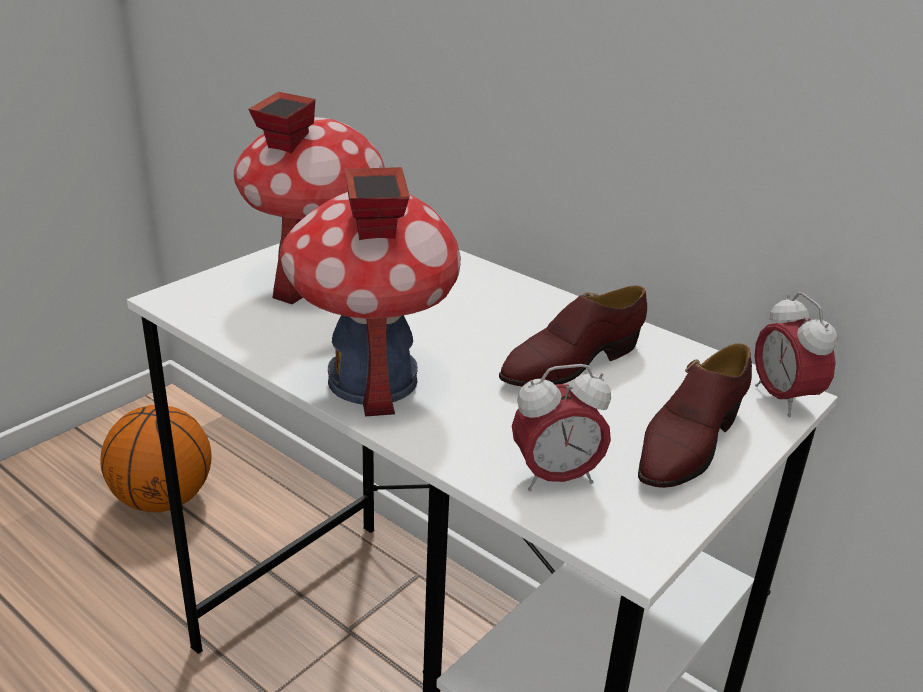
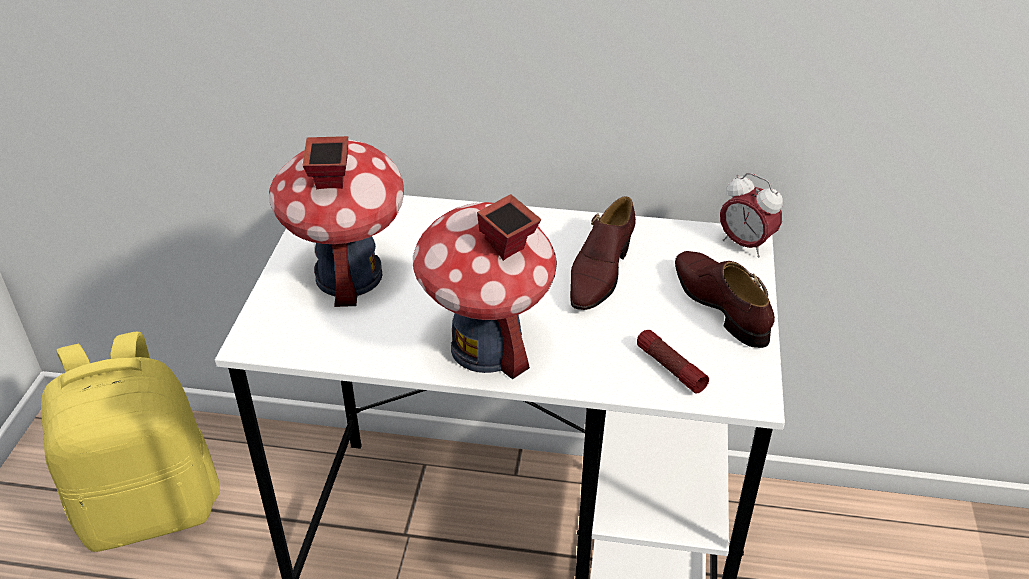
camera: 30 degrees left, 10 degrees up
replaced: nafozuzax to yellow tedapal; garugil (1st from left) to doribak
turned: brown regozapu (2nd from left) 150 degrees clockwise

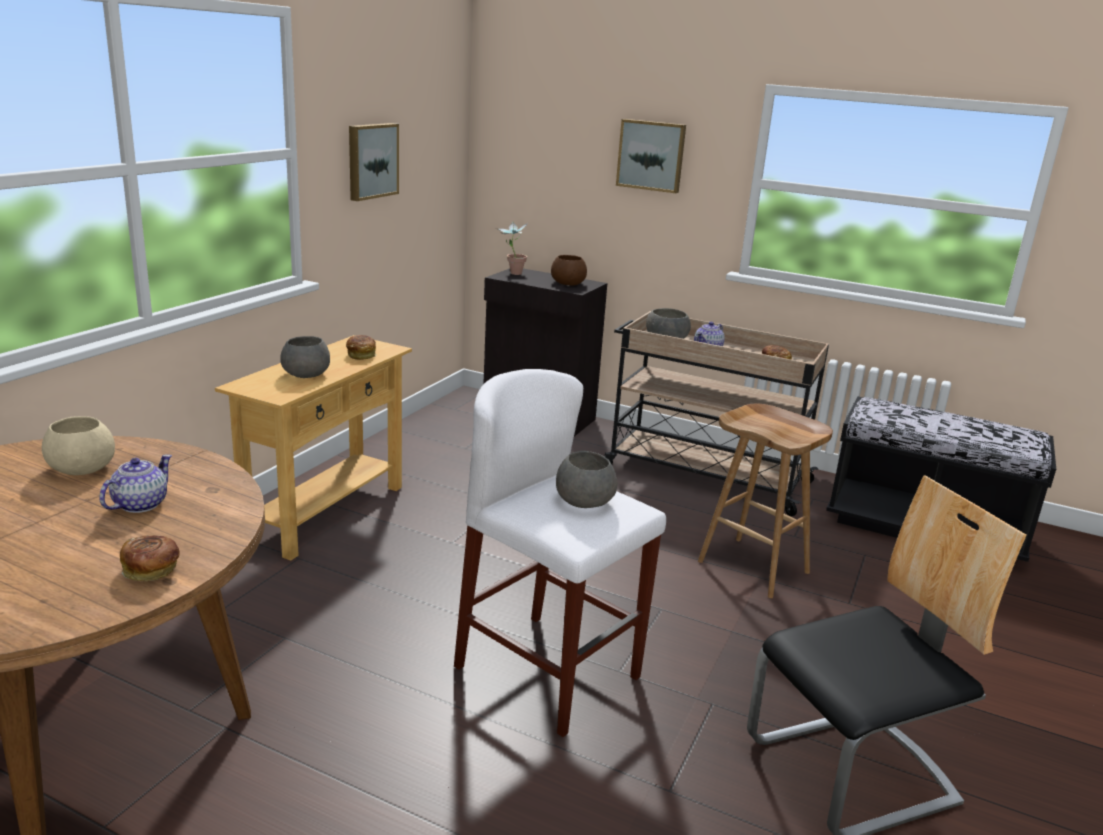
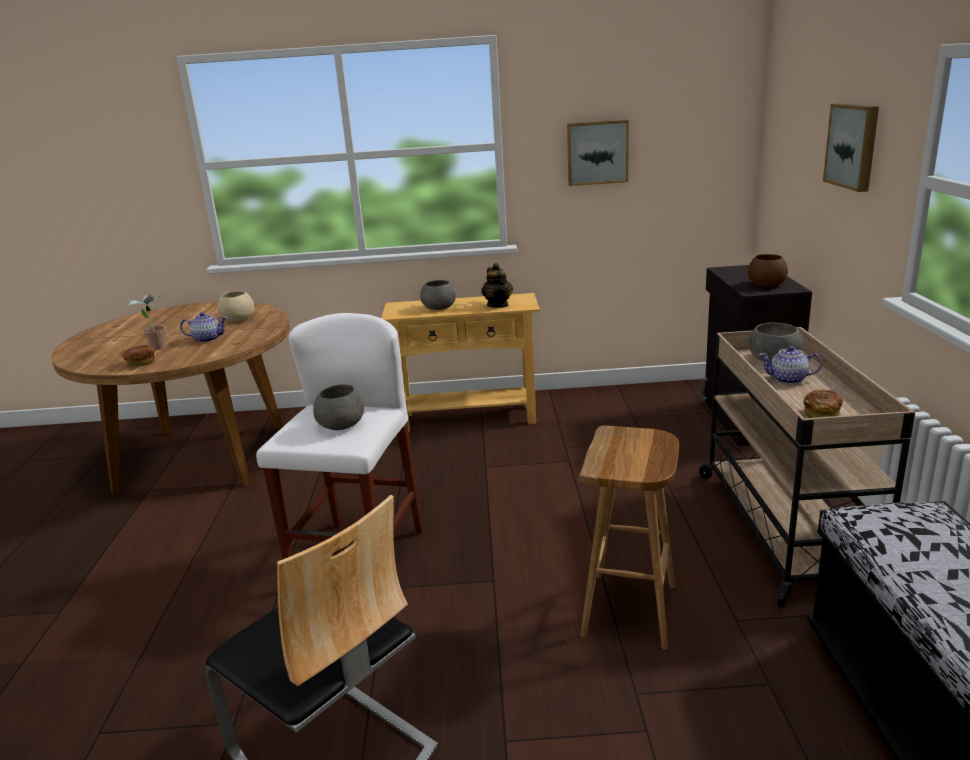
camera: 65 degrees right, 0 degrees up
moved: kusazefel
replaced: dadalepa (2nd from left) to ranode (2nd from left)

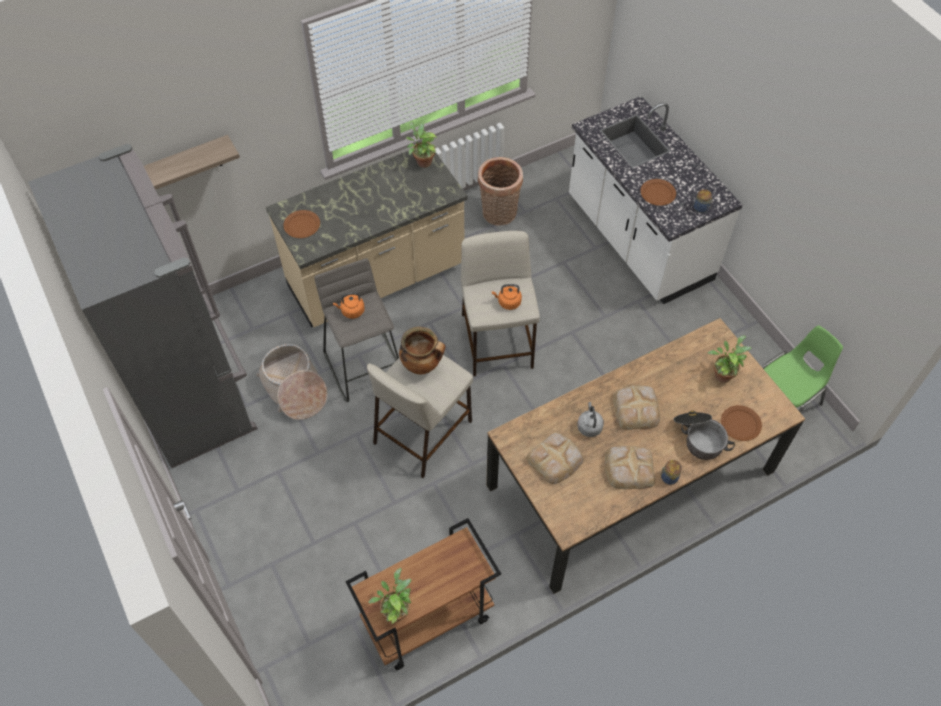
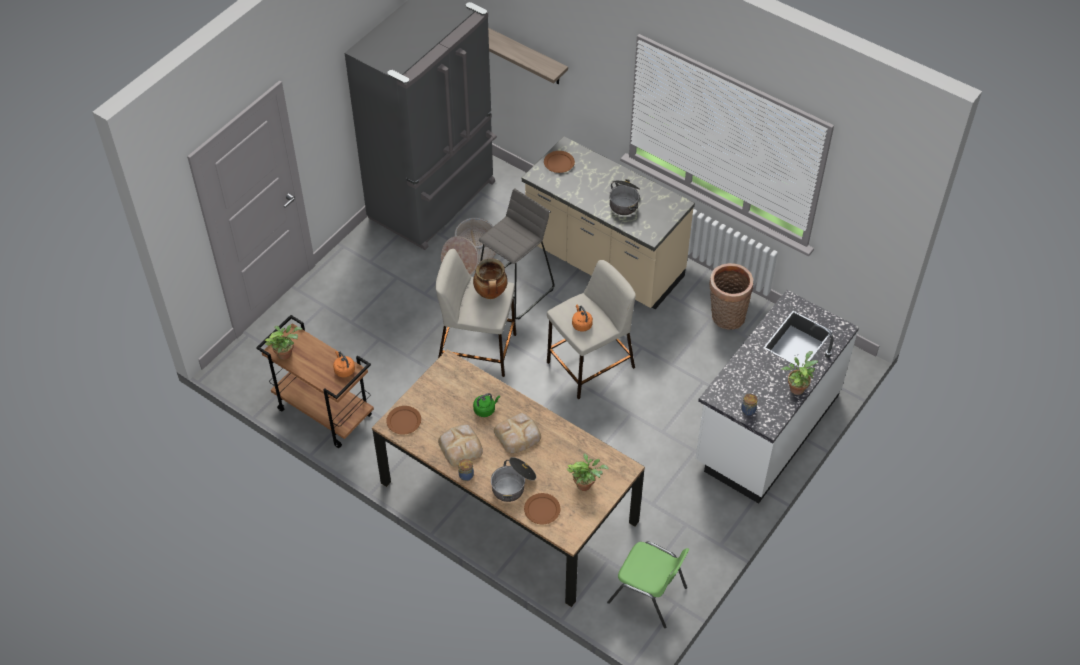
camera: 65 degrees right, 5 degrees down
removed: dadalepa (1st from left)
added: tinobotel (3rd from left)
moved: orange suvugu (1st from left); kusazefel (2nd from left in the first image) to kusazefel (3rd from left); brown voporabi (2nd from left in the first image) to brown voporabi (1st from left)
recoloured: grey suvugu to green suvugu

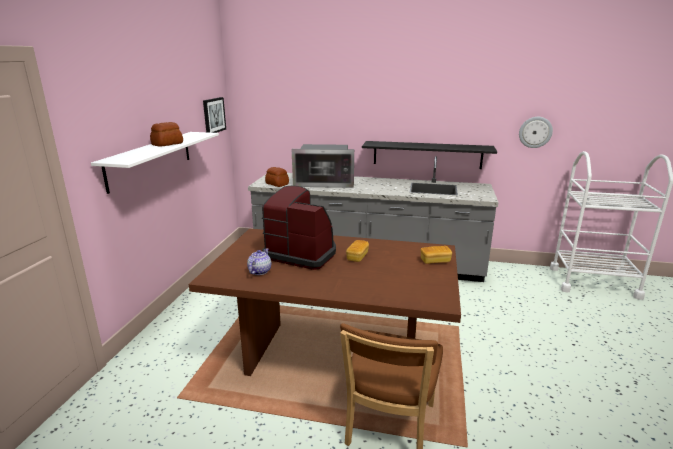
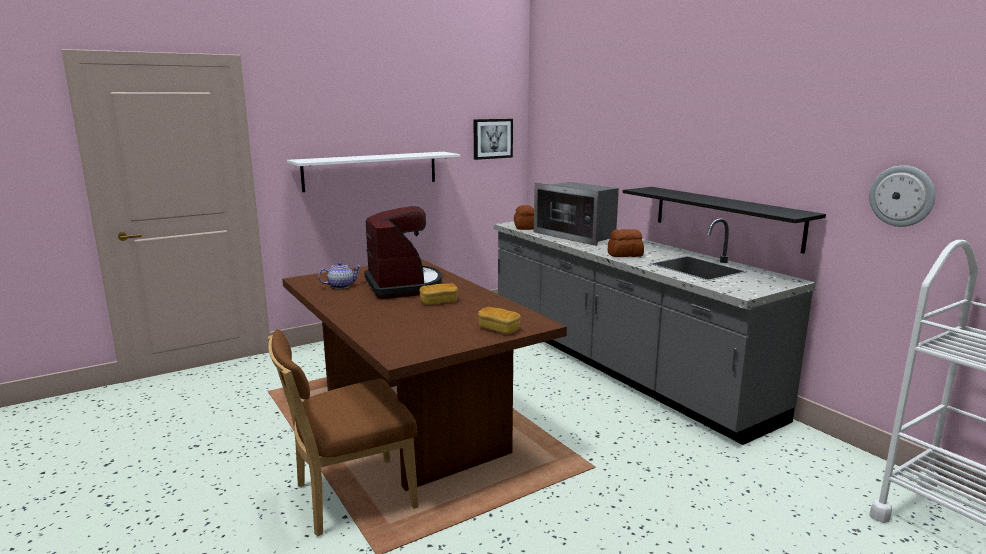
camera: 45 degrees right, 5 degrees down
moved: dadalepa (1st from left in the first image) to dadalepa (4th from left)

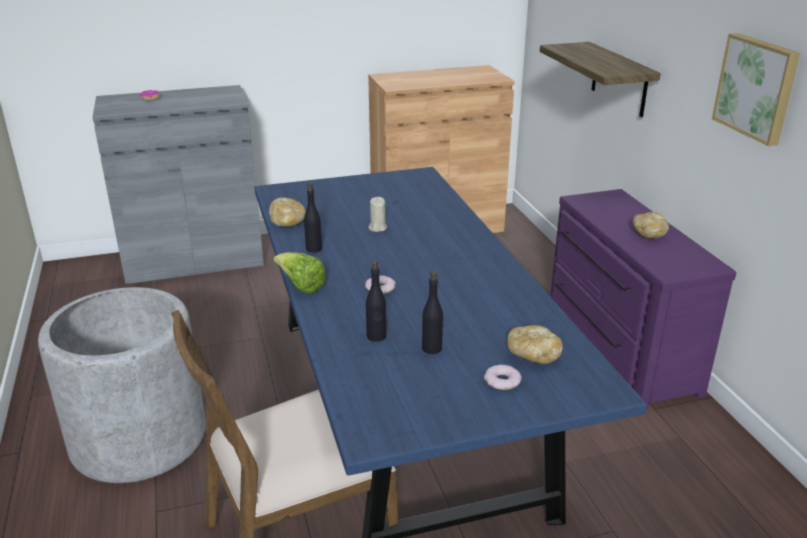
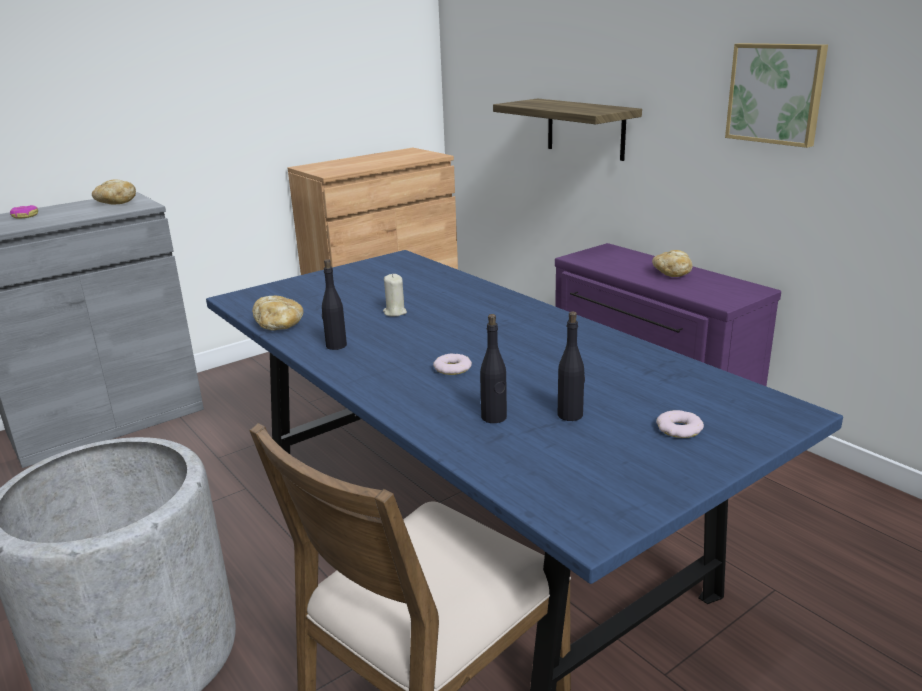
camera: 20 degrees left, 5 degrees down
removed: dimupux
moved: dadalepa (2nd from left in the first image) to dadalepa (1st from left)

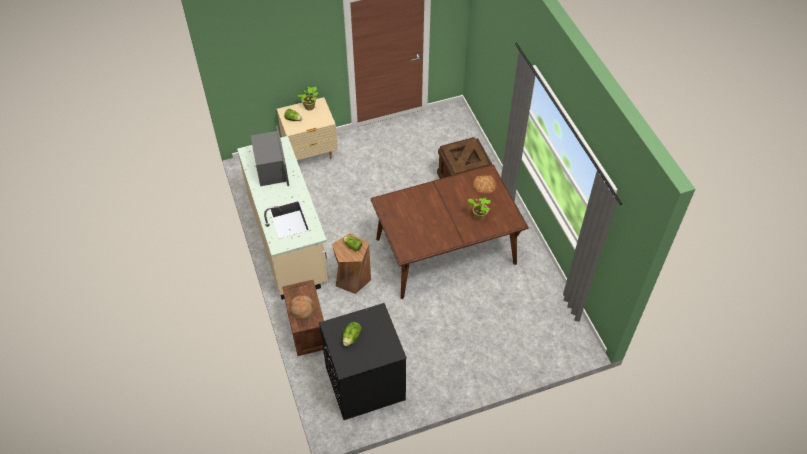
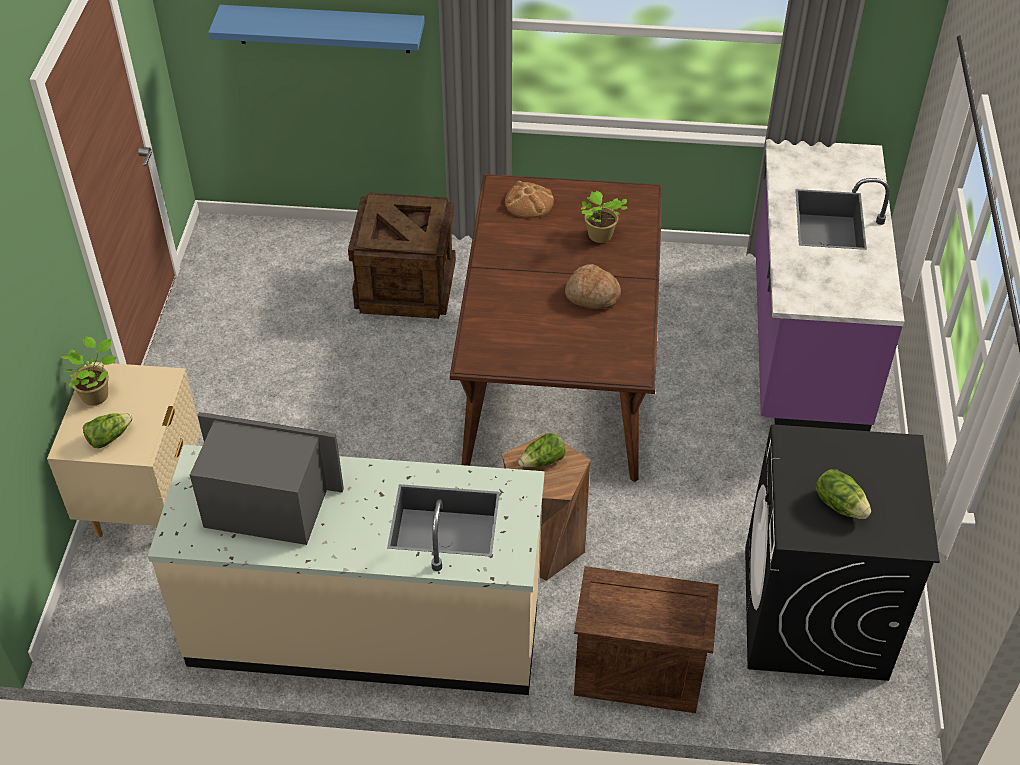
camera: 65 degrees left, 5 degrees down
added: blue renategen; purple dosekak
moved: dadalepa (1st from left in the first image) to dadalepa (2nd from left)

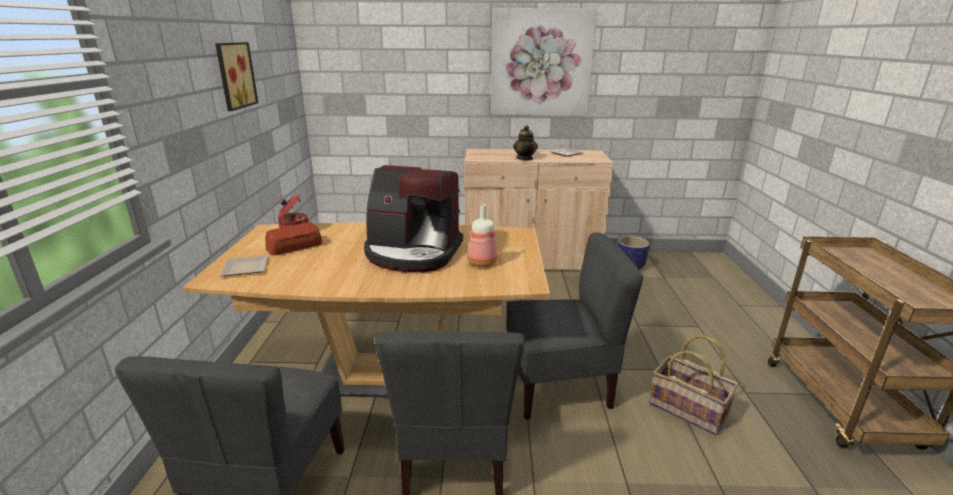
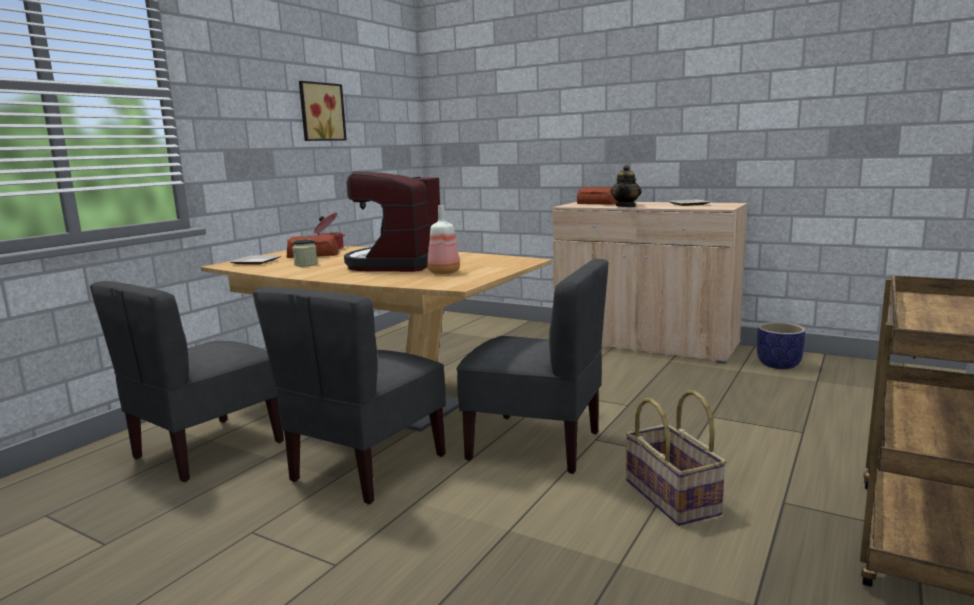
camera: 30 degrees right, 10 degrees down
removed: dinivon (2nd from left)
added: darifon; dadalepa (2nd from left)
turned: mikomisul 60 degrees clockwise

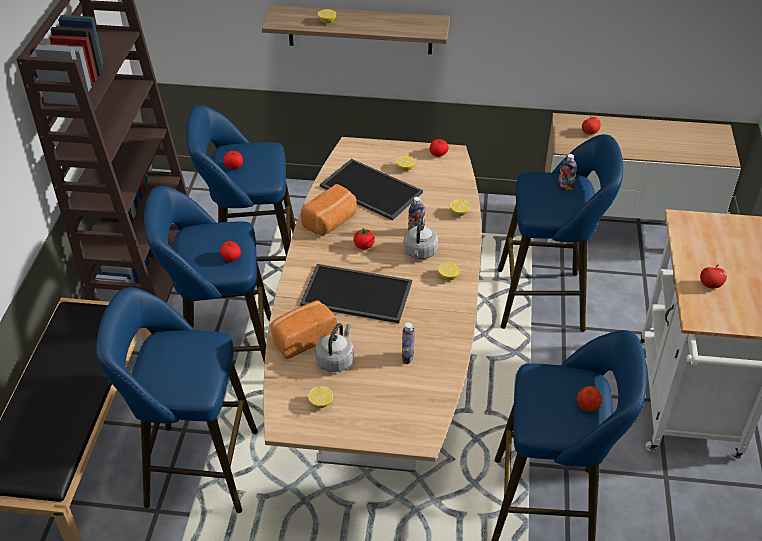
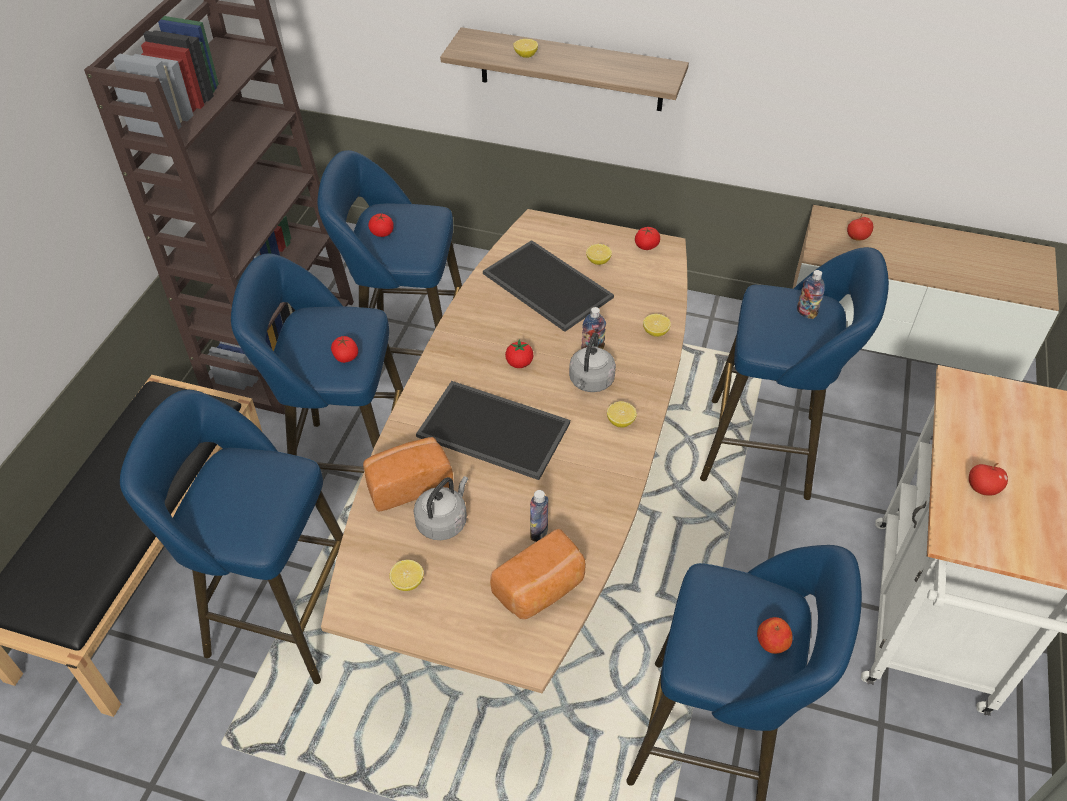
camera: 10 degrees right, 5 degrees up
moved: dadalepa (2nd from left)

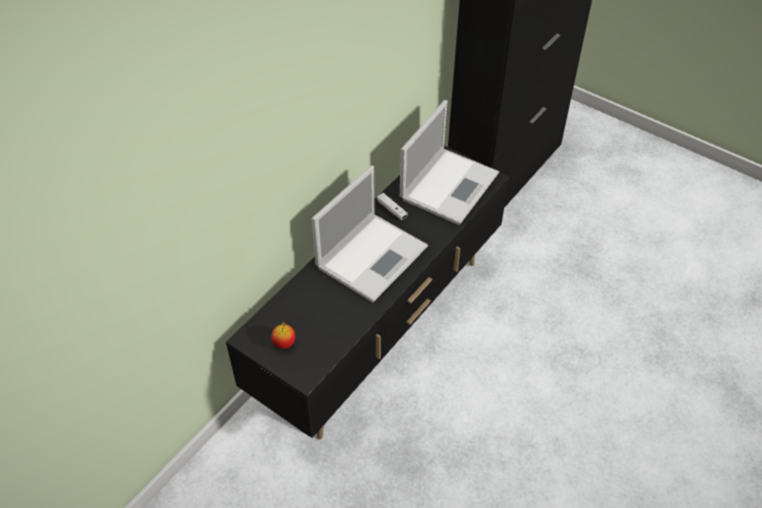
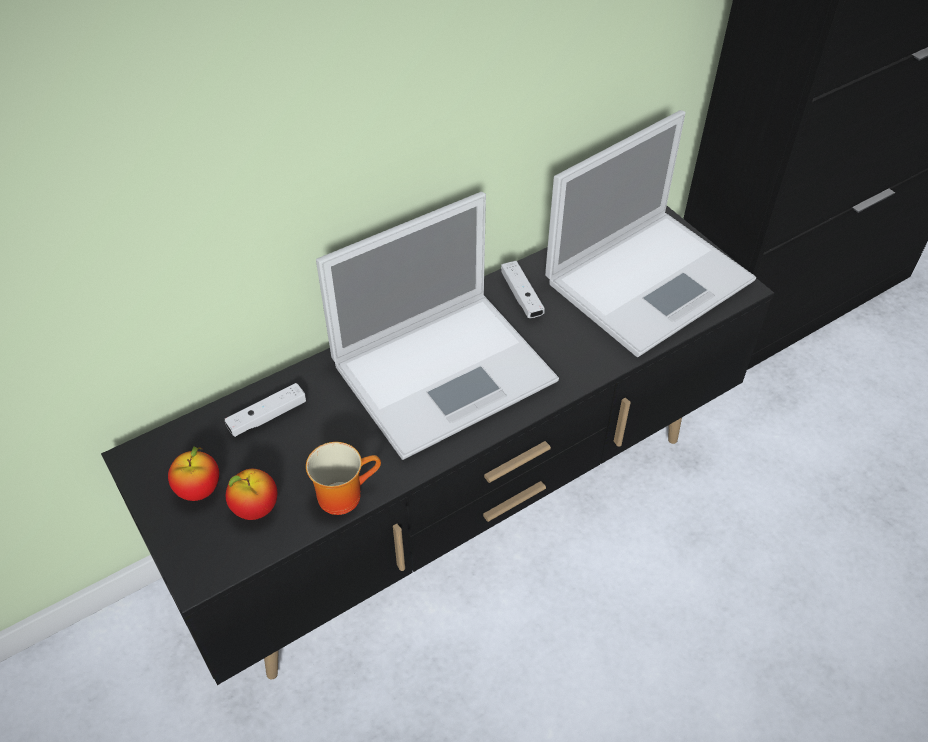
camera: 20 degrees right, 0 degrees up
added: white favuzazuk (1st from left); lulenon (2nd from left); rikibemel

